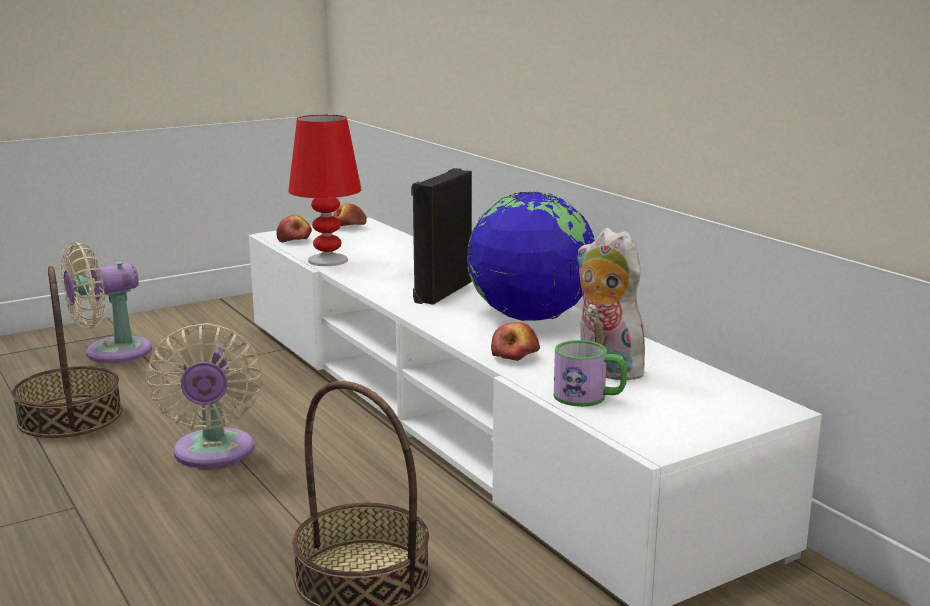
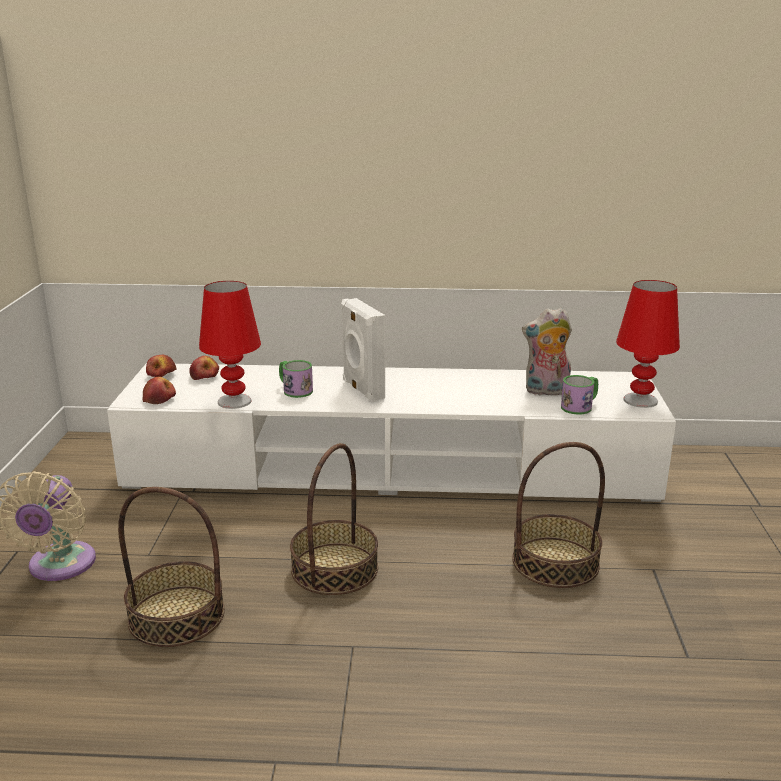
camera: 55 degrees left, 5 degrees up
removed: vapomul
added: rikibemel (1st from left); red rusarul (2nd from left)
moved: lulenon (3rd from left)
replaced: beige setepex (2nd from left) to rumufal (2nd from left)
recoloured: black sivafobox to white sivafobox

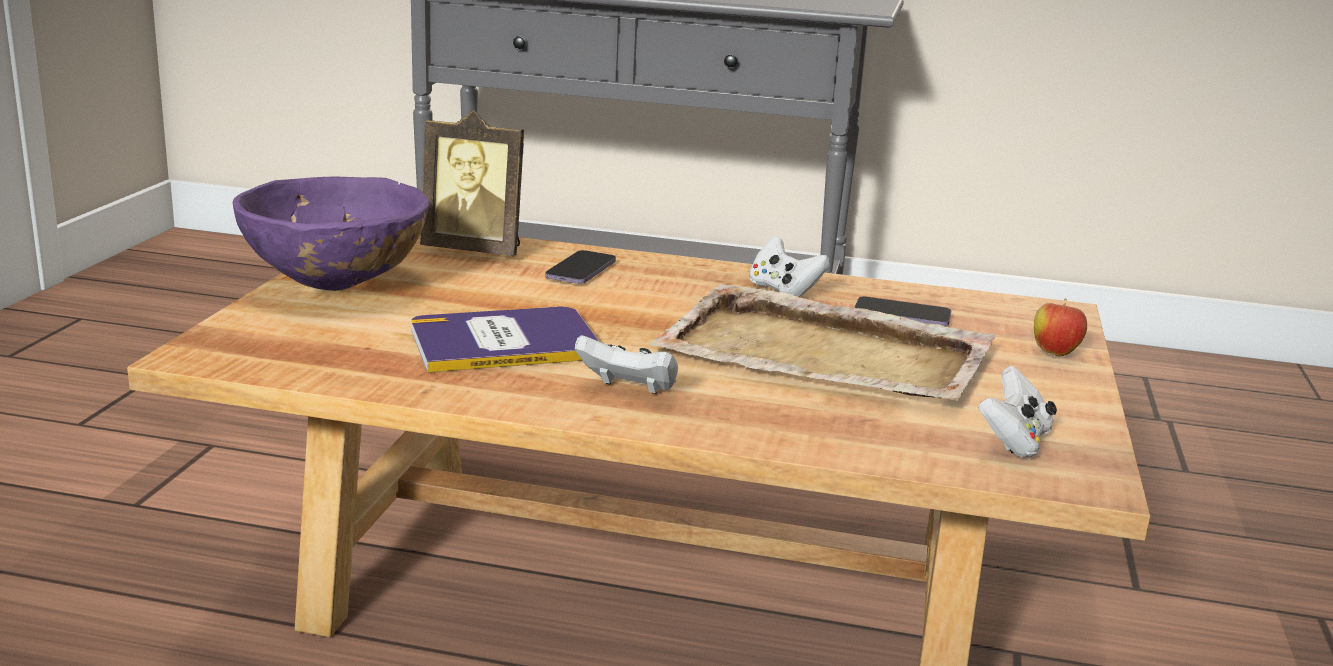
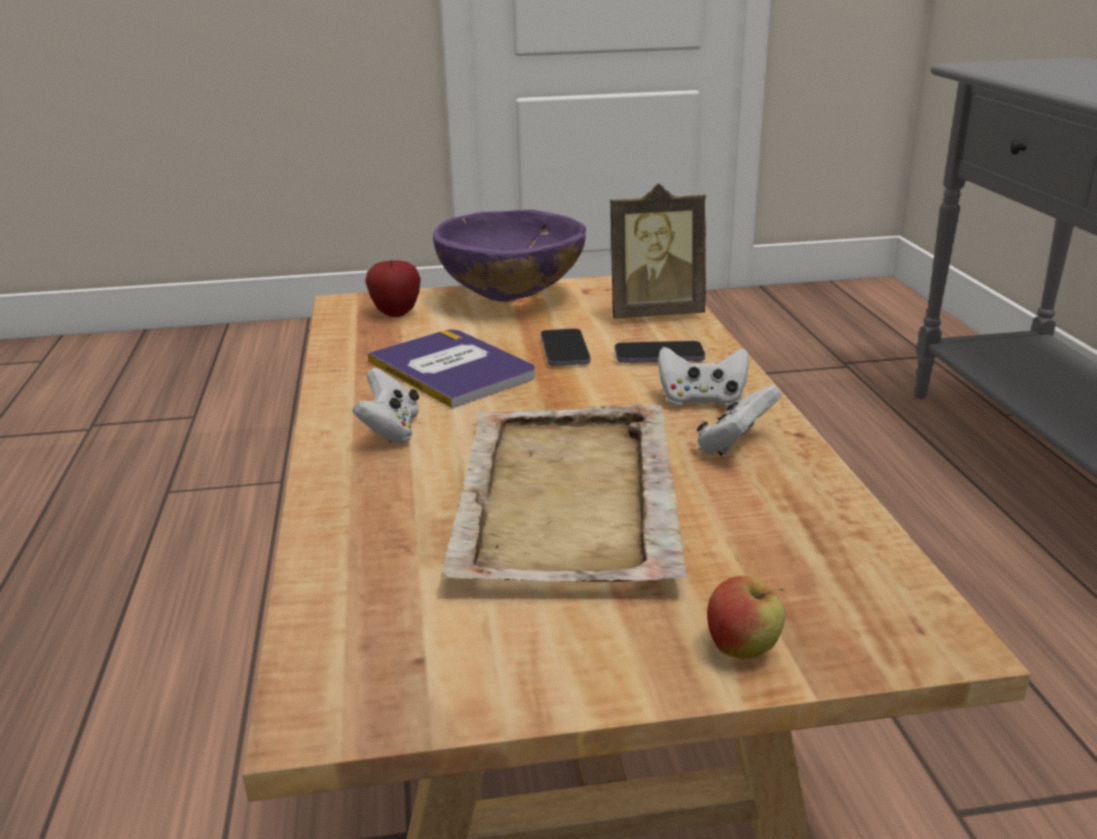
camera: 70 degrees right, 5 degrees up
added: lulenon (1st from left)
moved: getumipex (2nd from left in the first image) to getumipex (1st from left); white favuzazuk (3rd from left in the first image) to white favuzazuk (2nd from left)
turned: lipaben 90 degrees counterclockwise

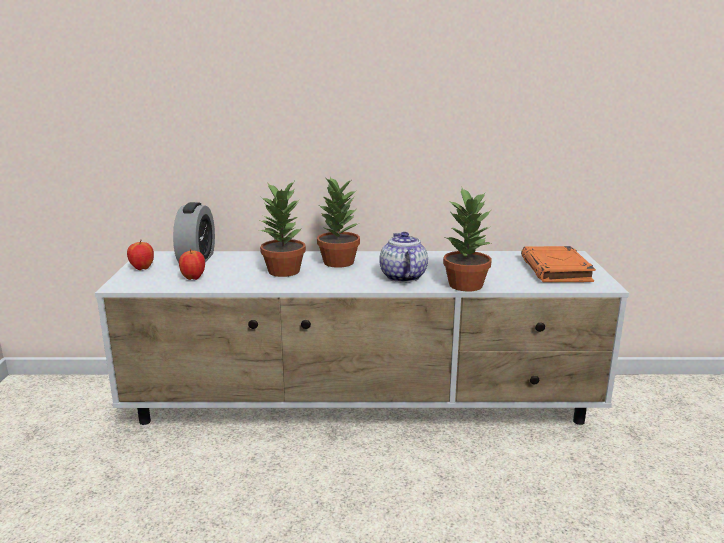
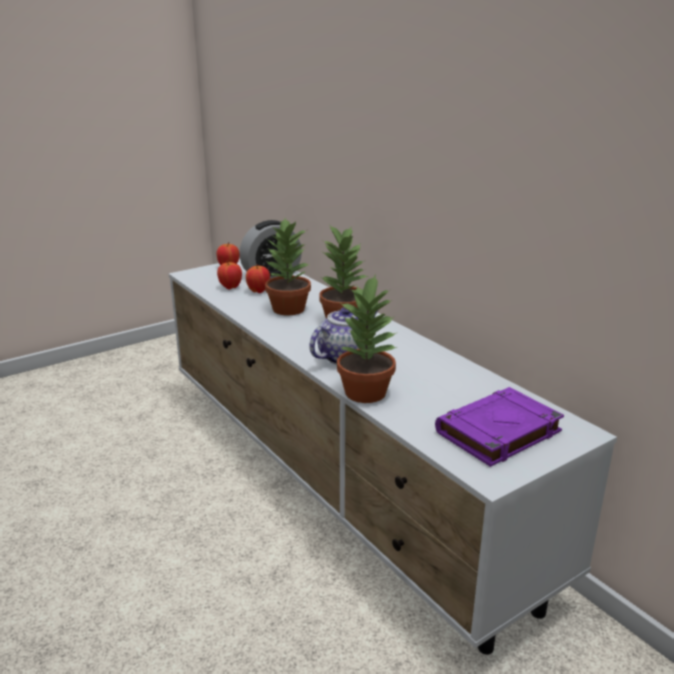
camera: 55 degrees right, 5 degrees up
added: lulenon (3rd from left)
recoloured: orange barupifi to purple barupifi

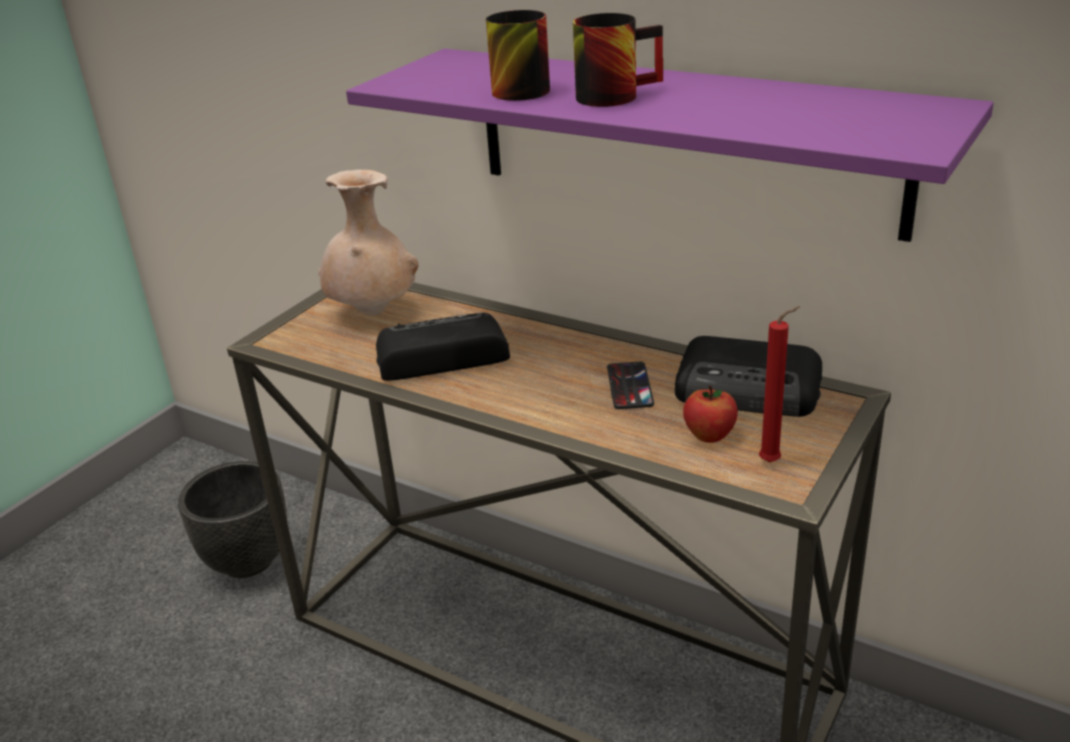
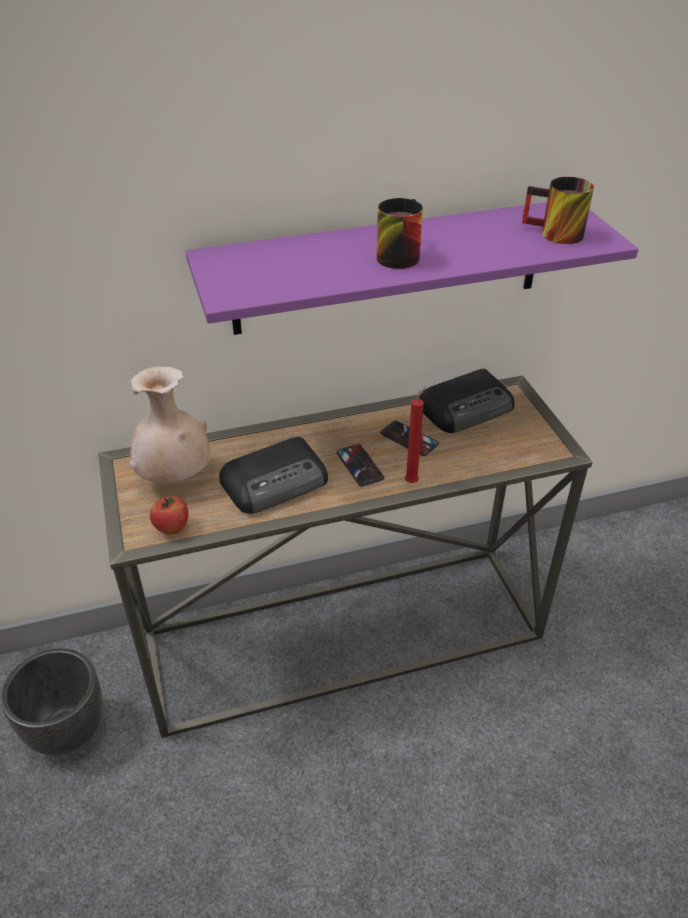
camera: 50 degrees left, 10 degrees up
added: getumipex (1st from left)
moved: rikibemel (1st from left in the first image) to rikibemel (2nd from left); lulenon; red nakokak
turned: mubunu (1st from left) 150 degrees counterclockwise

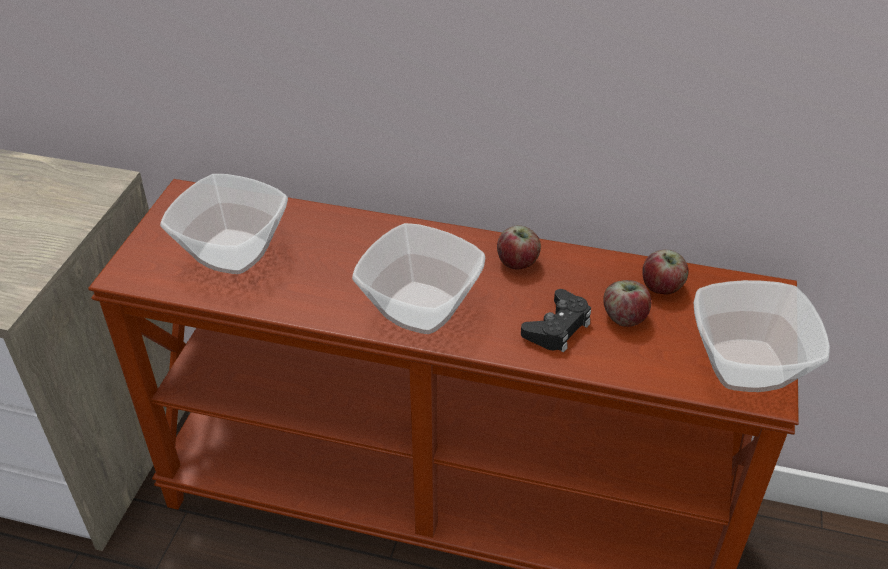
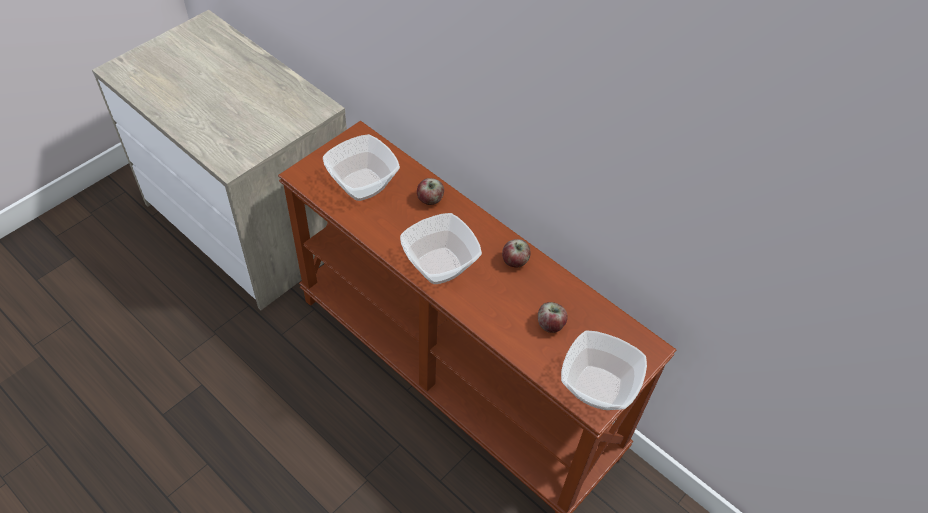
camera: 25 degrees right, 10 degrees up
removed: black favuzazuk
moved: lulenon (3rd from left in the first image) to lulenon (1st from left)

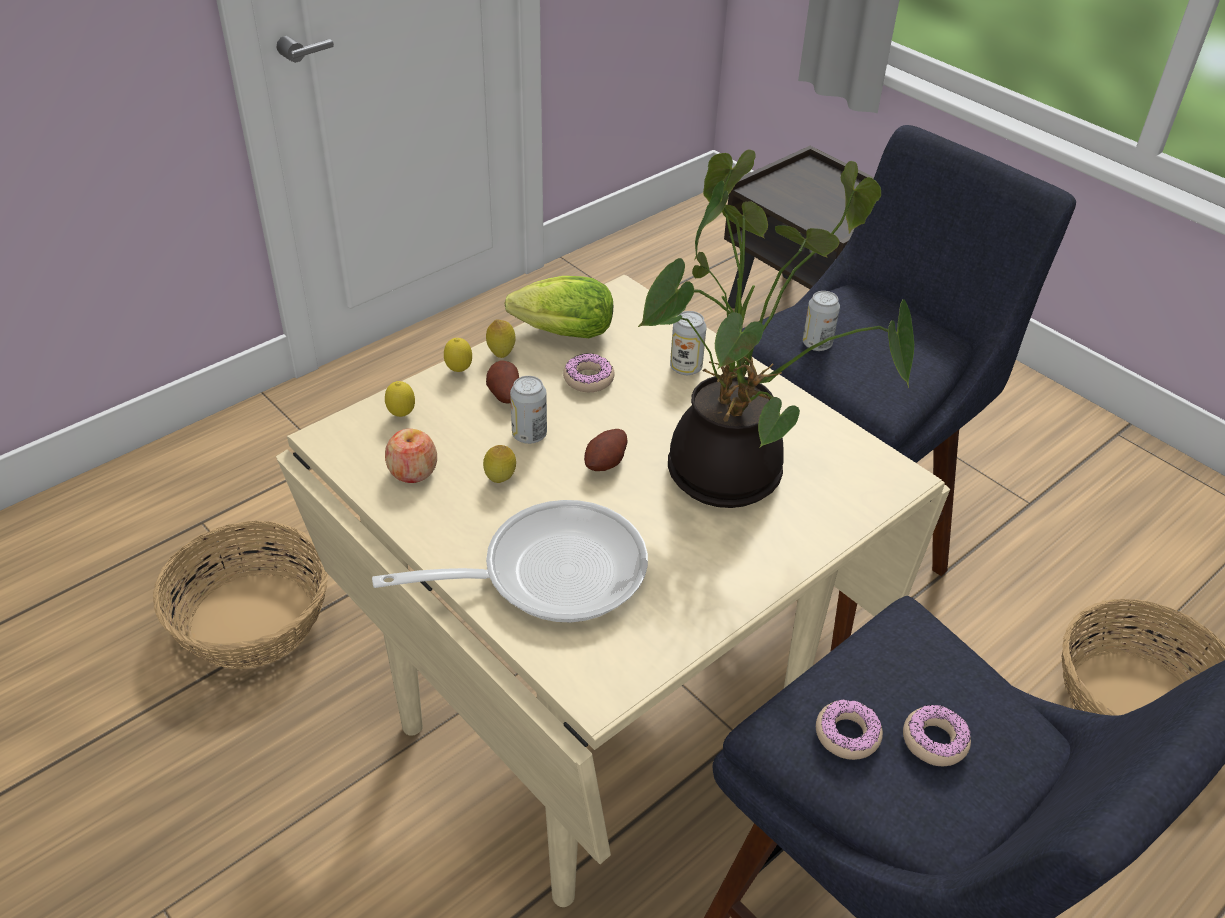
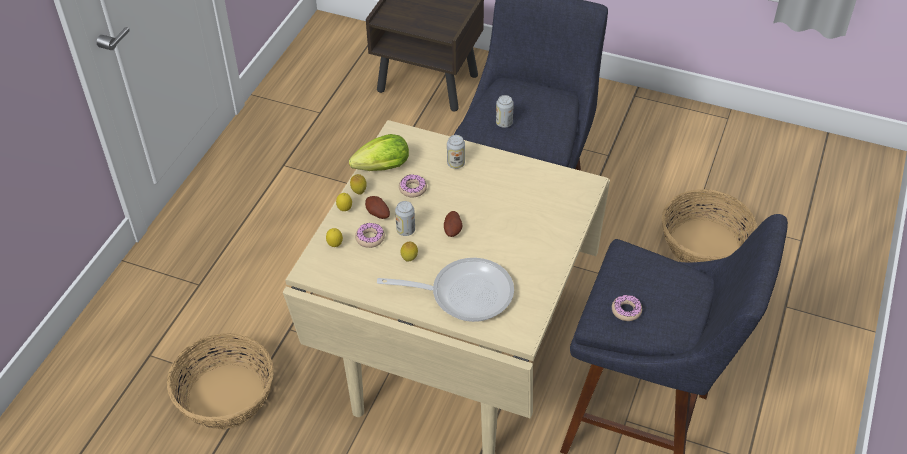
camera: 25 degrees left, 5 degrees up
removed: lulenon; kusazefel
moved: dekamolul (3rd from left in the first image) to dekamolul (1st from left)
turned: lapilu 45 degrees clockwise

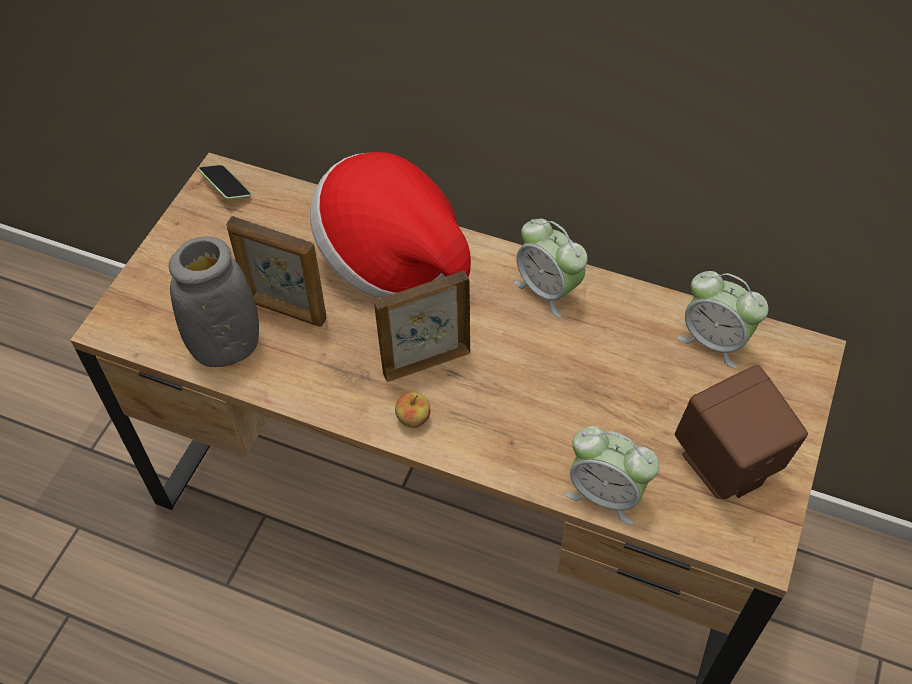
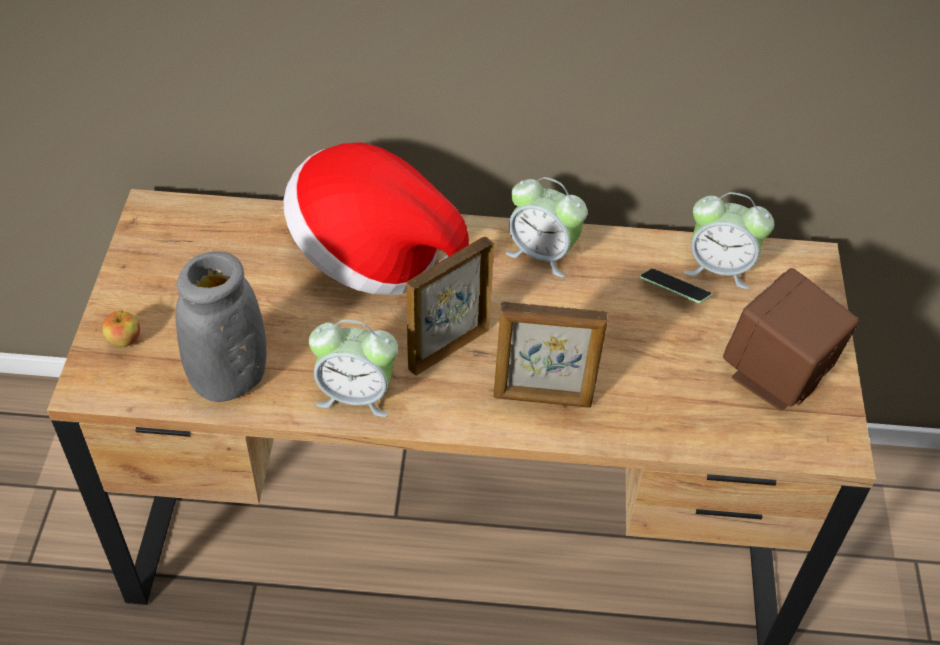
camera: 20 degrees left, 5 degrees down
moved: getumipex; lipaben (1st from left in the first image) to lipaben (2nd from left); lulenon; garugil (2nd from left in the first image) to garugil (1st from left)

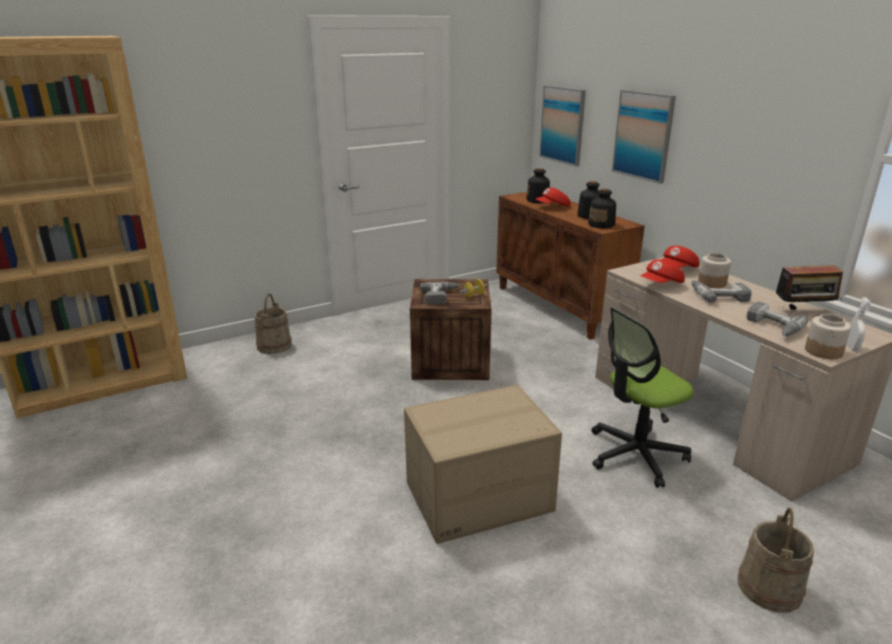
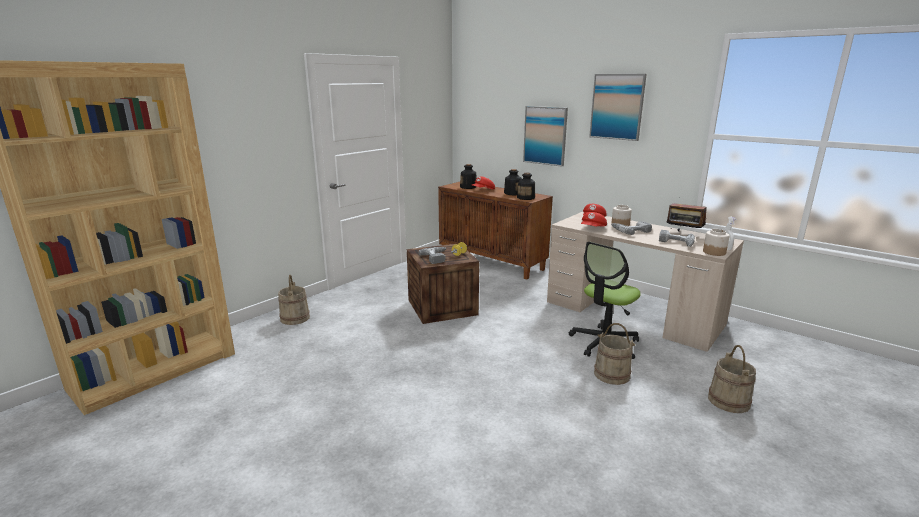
camera: 20 degrees left, 5 degrees down
removed: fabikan
added: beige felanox (2nd from left)
moved: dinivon (1st from left in the first image) to dinivon (2nd from left)
turned: mubunu 60 degrees clockwise

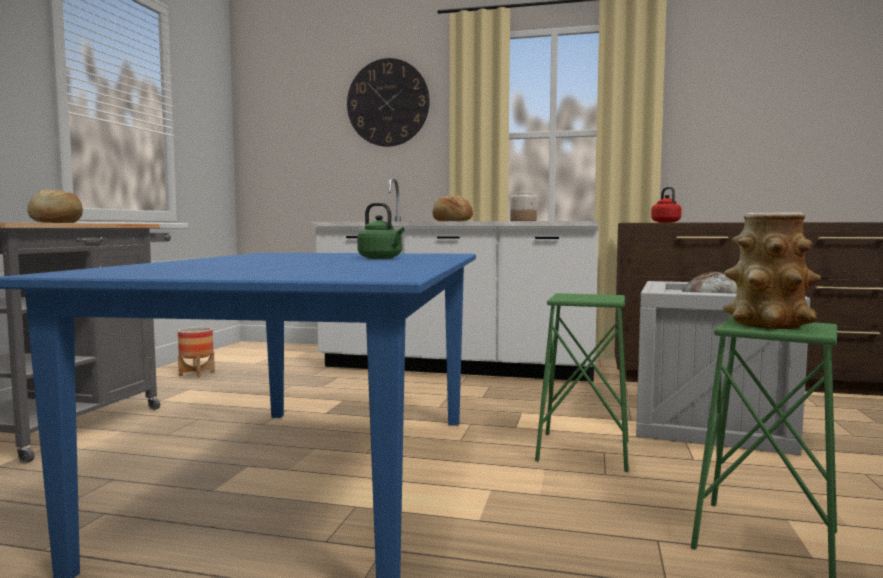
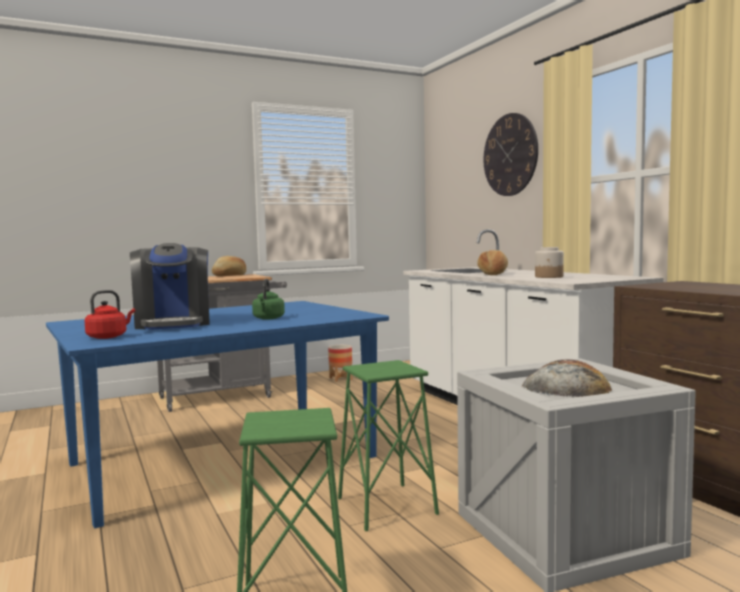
camera: 50 degrees right, 0 degrees up
removed: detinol
added: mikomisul
moved: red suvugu

